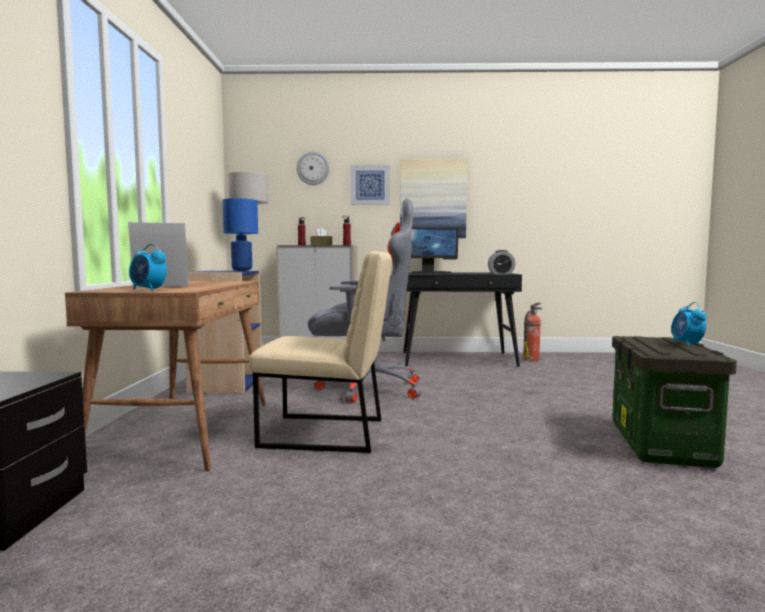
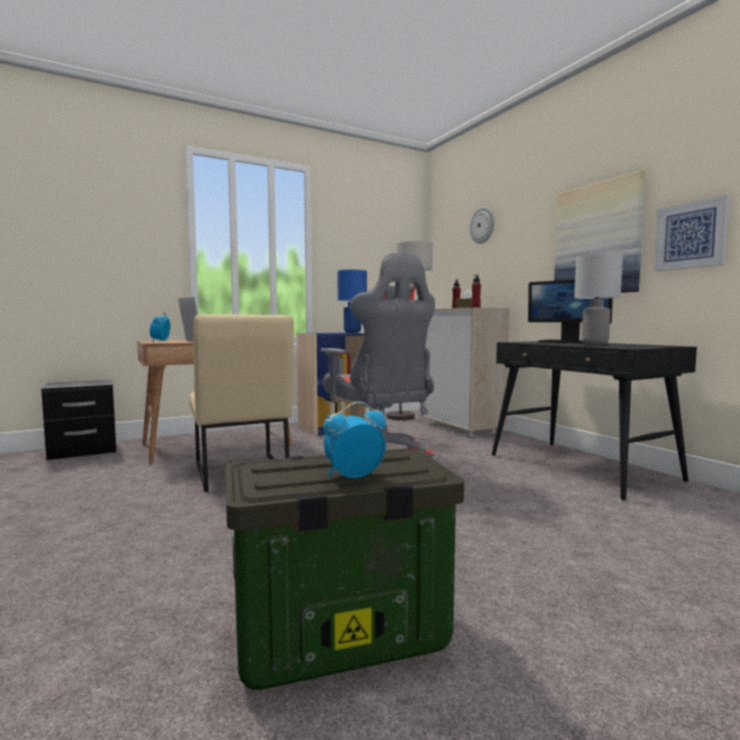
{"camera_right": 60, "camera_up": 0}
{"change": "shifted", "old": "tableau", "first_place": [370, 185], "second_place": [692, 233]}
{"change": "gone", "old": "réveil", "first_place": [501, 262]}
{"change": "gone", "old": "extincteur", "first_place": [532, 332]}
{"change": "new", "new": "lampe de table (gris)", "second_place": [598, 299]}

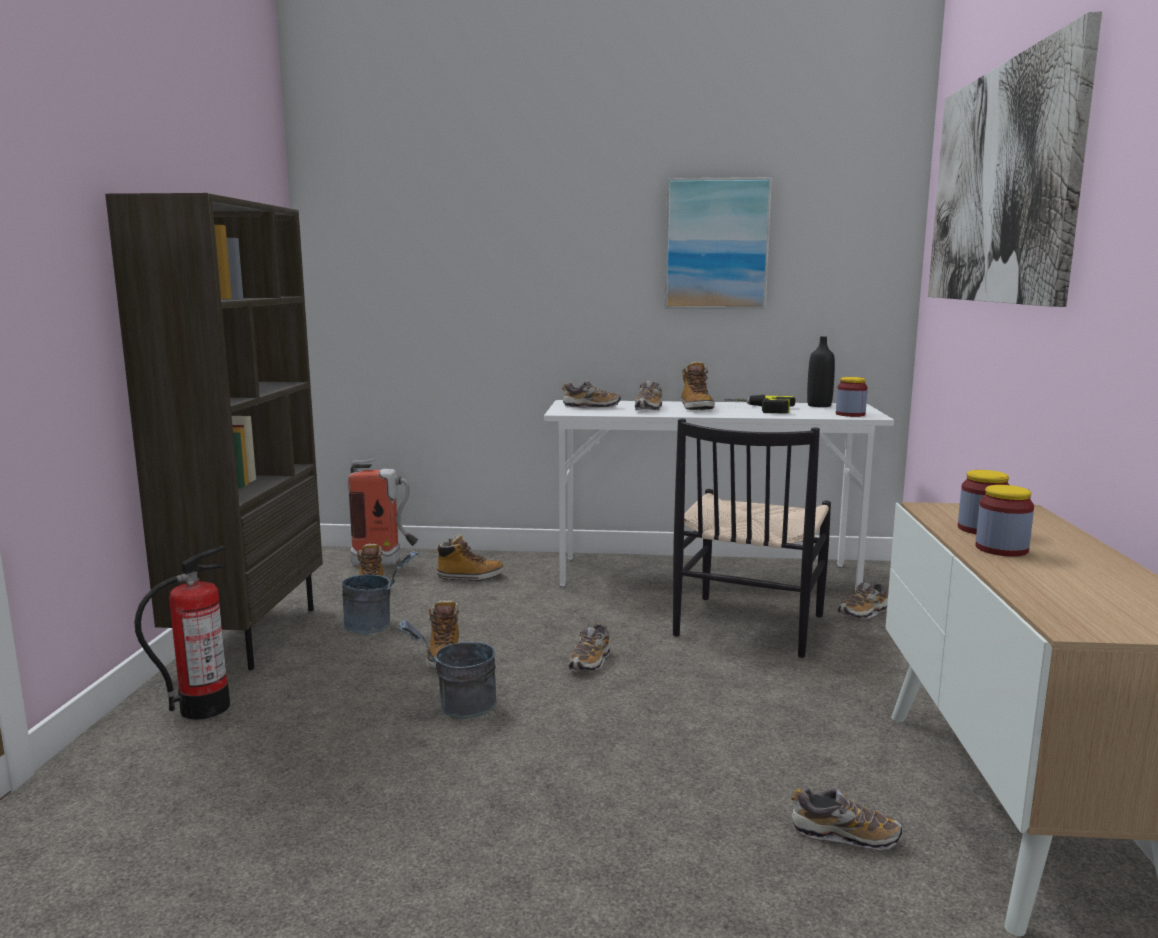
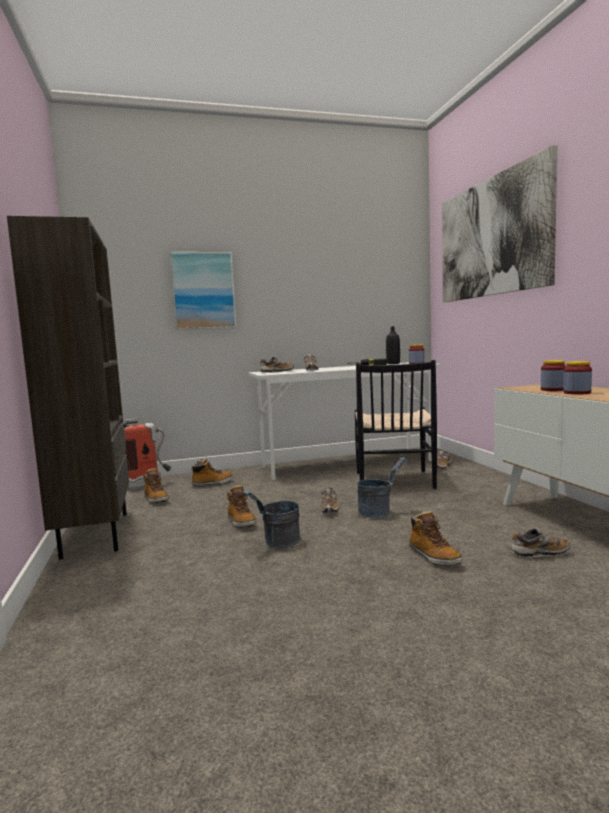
{"camera_right": -20, "camera_up": -5}
{"change": "shifted", "old": "tableau", "first_place": [718, 243], "second_place": [203, 291]}
{"change": "shifted", "old": "botte", "first_place": [698, 385], "second_place": [436, 538]}
{"change": "gone", "old": "extincteur", "first_place": [182, 632]}
{"change": "shifted", "old": "seau (gris)", "first_place": [380, 592], "second_place": [382, 487]}

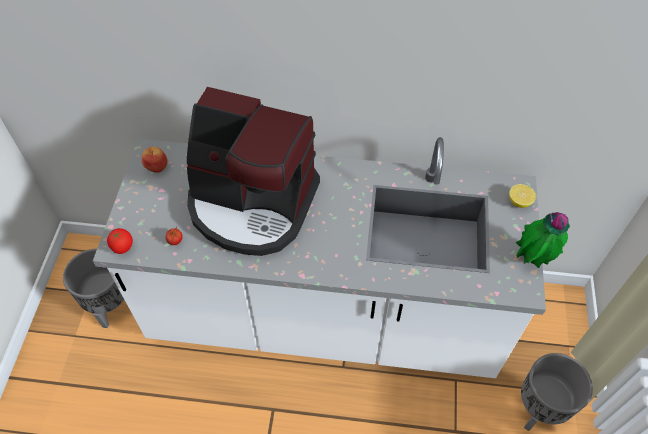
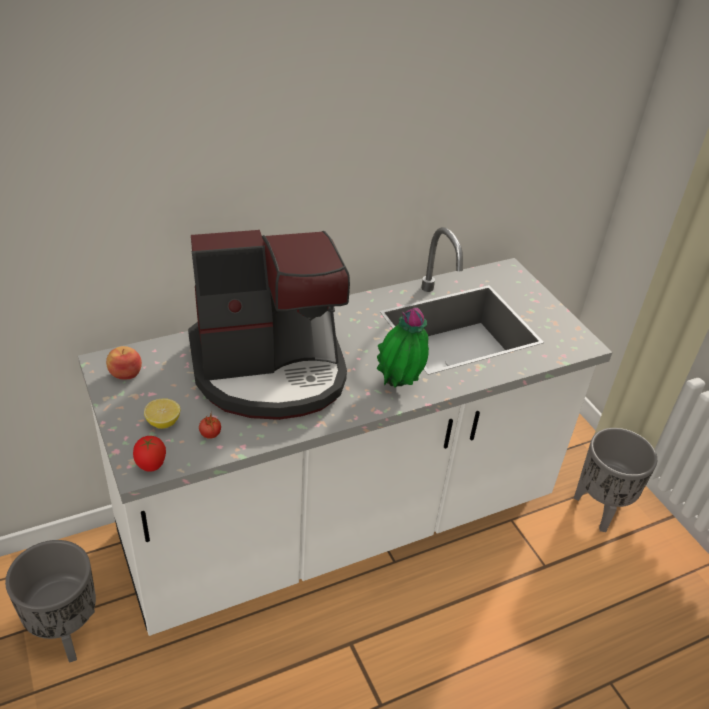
{"camera_right": -35, "camera_up": -15}
{"change": "shifted", "old": "citron", "first_place": [522, 196], "second_place": [162, 413]}
{"change": "shifted", "old": "plante en pot", "first_place": [543, 240], "second_place": [402, 347]}

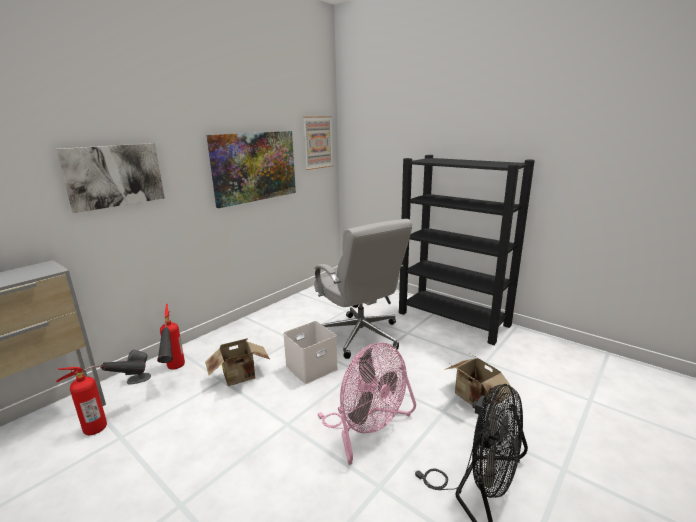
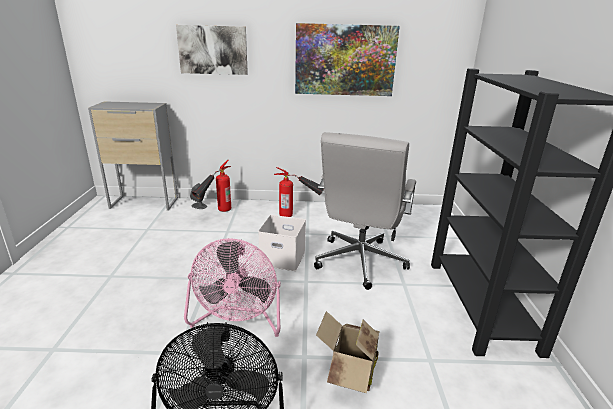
{"camera_right": 50, "camera_up": 5}
{"change": "gone", "old": "tableau", "first_place": [318, 143]}
{"change": "gone", "old": "carton", "first_place": [237, 362]}
{"change": "shifted", "old": "extincteur", "first_place": [100, 397], "second_place": [299, 192]}

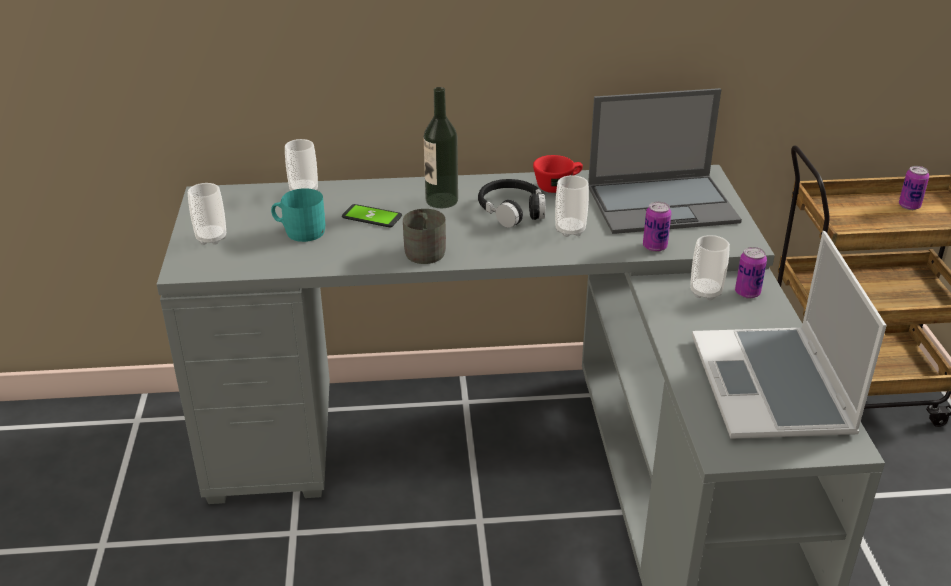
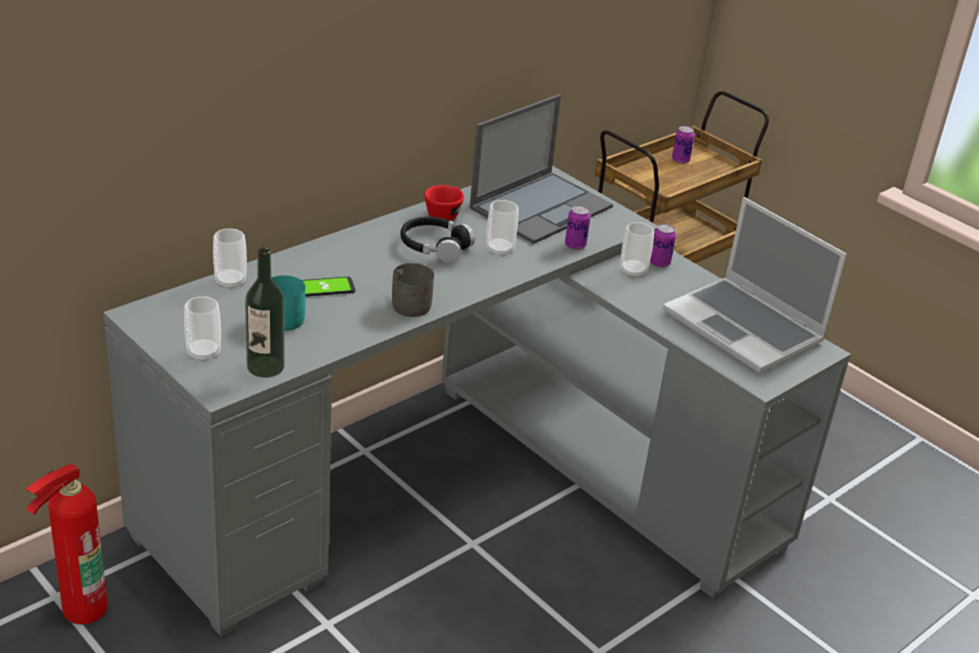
{"camera_right": -40, "camera_up": 0}
{"change": "shifted", "old": "bouteille", "first_place": [441, 147], "second_place": [265, 313]}
{"change": "new", "new": "extincteur", "second_place": [67, 544]}

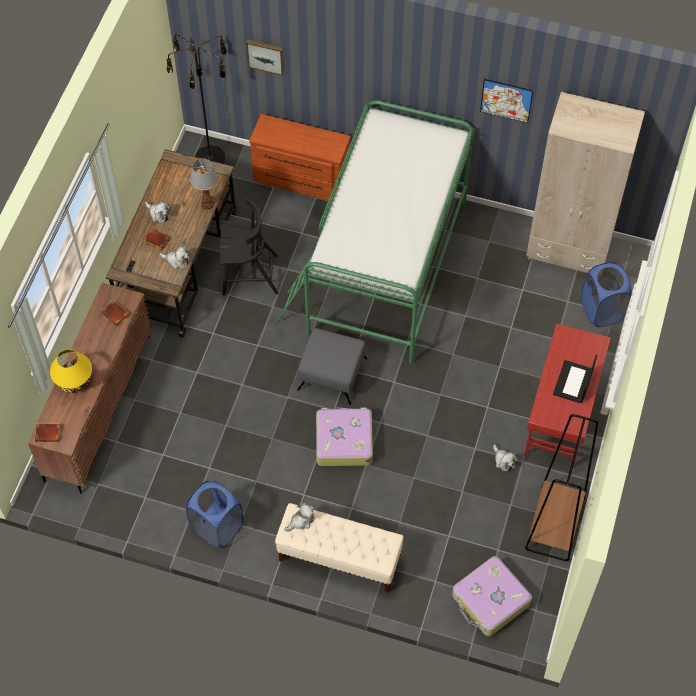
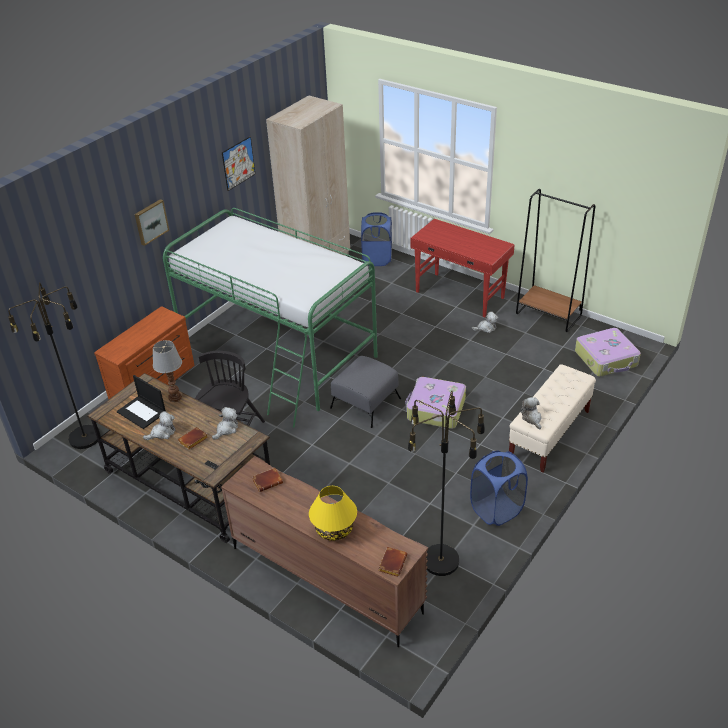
{"camera_right": -70, "camera_up": -20}
{"change": "shifted", "old": "tableau", "first_place": [265, 58], "second_place": [152, 222]}
{"change": "shifted", "old": "ordinateur portable", "first_place": [575, 379], "second_place": [141, 402]}
{"change": "new", "new": "lampadaire", "second_place": [446, 483]}

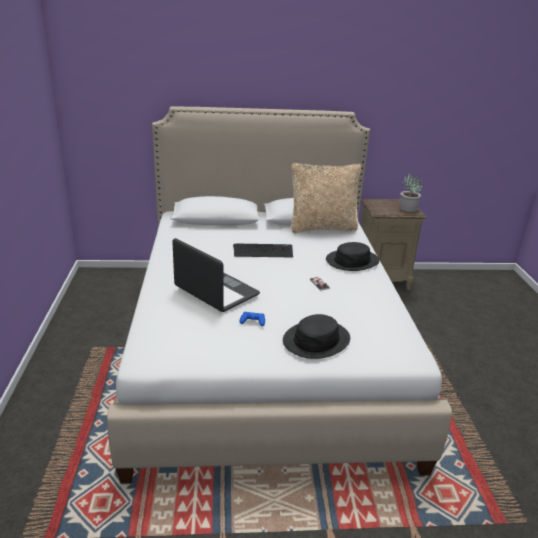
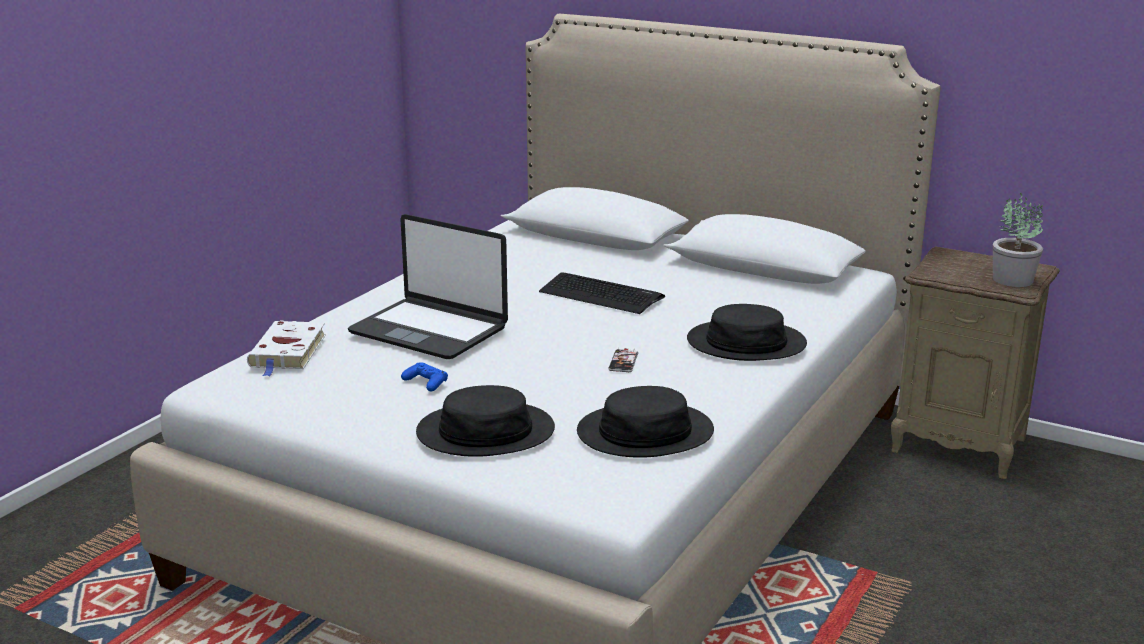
{"camera_right": 35, "camera_up": -5}
{"change": "gone", "old": "coussin (beige)", "first_place": [326, 198]}
{"change": "rotated", "old": "ordinateur portable", "first_place": [216, 275], "second_place": [428, 286], "degrees": 135}
{"change": "new", "new": "livre (blanc)", "second_place": [286, 348]}
{"change": "new", "new": "chapeau (noir)", "second_place": [645, 422]}

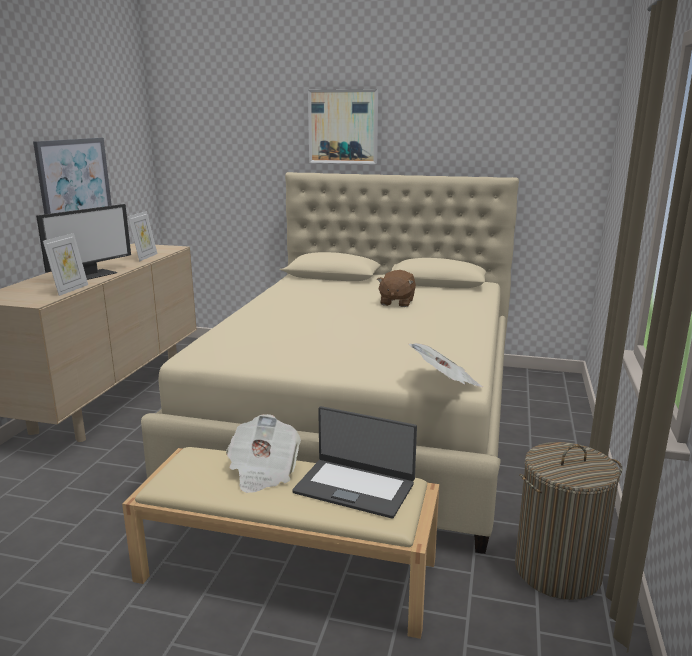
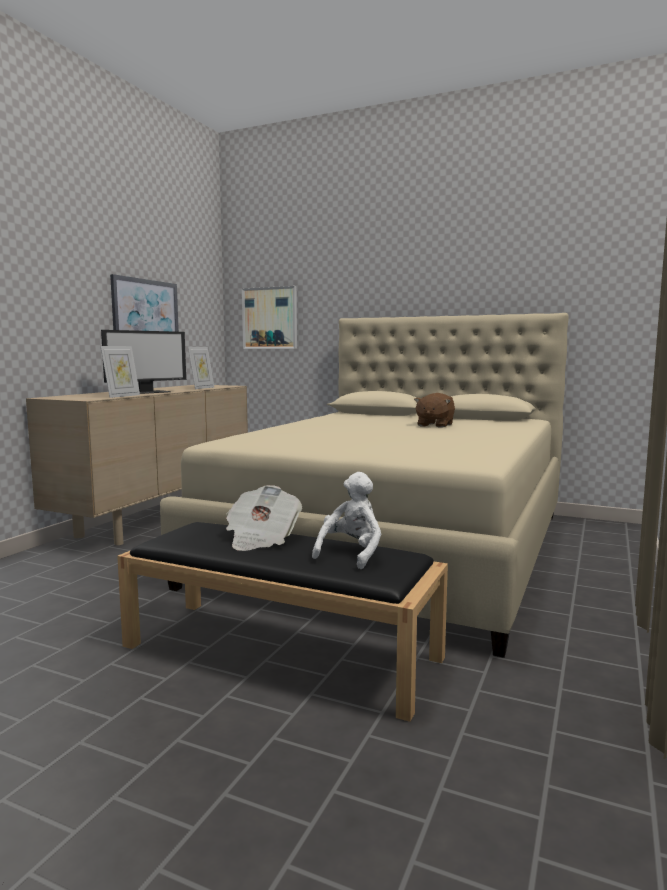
{"camera_right": 10, "camera_up": -10}
{"change": "shifted", "old": "tableau", "first_place": [343, 126], "second_place": [269, 317]}
{"change": "gone", "old": "journal", "first_place": [445, 365]}
{"change": "swapped", "old": "ordinateur portable", "new": "peluche (blanc)", "first_place": [354, 462], "second_place": [346, 520]}
{"change": "gone", "old": "panier à linge", "first_place": [568, 521]}
{"change": "repainted", "old": "banc (beige)", "new": "banc (noir)", "first_place": [280, 543], "second_place": [282, 622]}

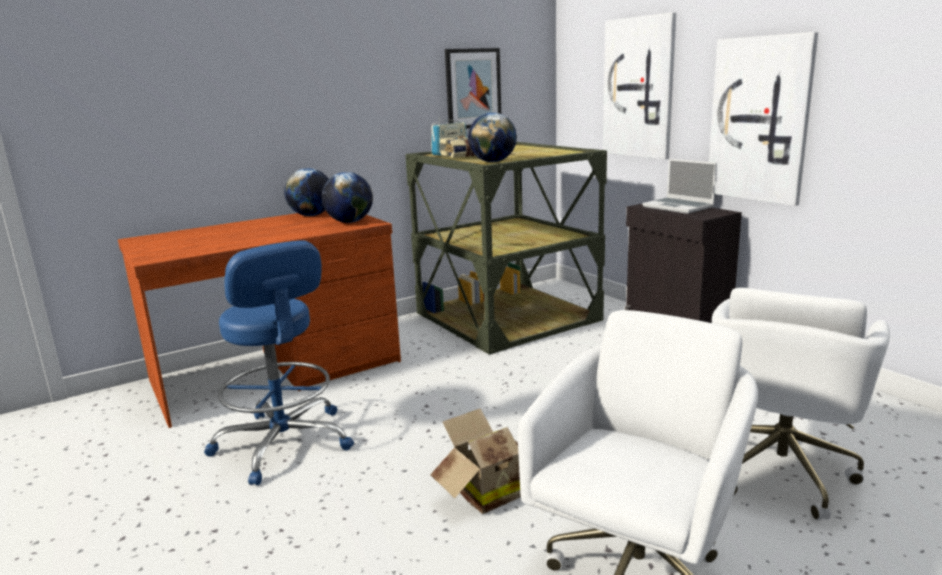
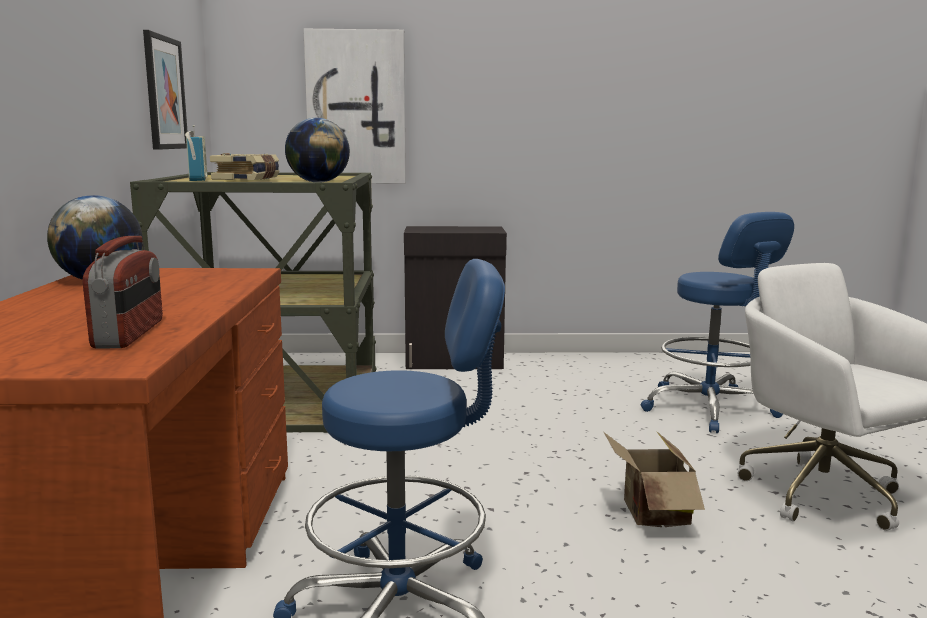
{"camera_right": -60, "camera_up": -5}
{"change": "gone", "old": "tableau", "first_place": [763, 119]}
{"change": "gone", "old": "ordinateur portable", "first_place": [679, 186]}
{"change": "gone", "old": "globe", "first_place": [347, 197]}
{"change": "swapped", "old": "chaise de bureau (blanc)", "new": "tabouret (bleu)", "first_place": [801, 404], "second_place": [717, 322]}
{"change": "new", "new": "radio", "second_place": [123, 292]}

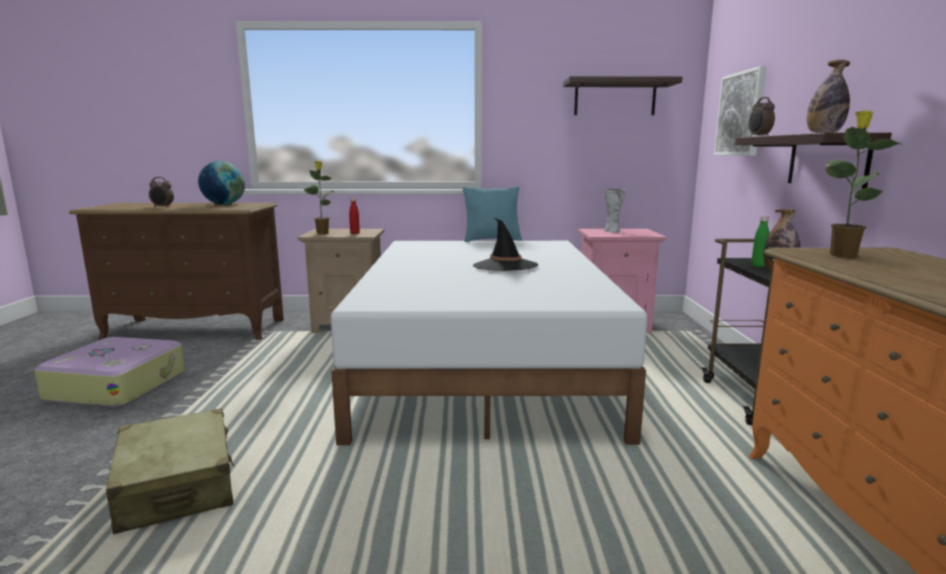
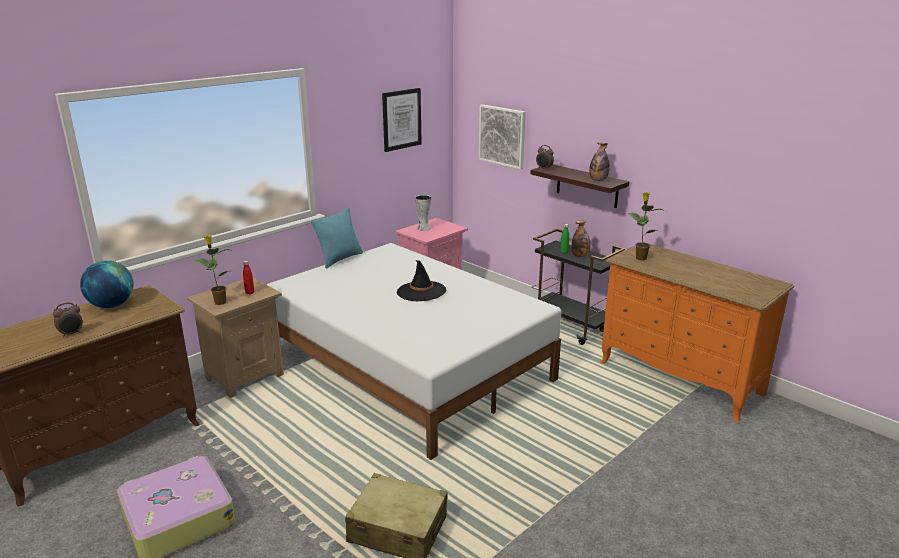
{"camera_right": -45, "camera_up": 10}
{"change": "swapped", "old": "étagère", "new": "tableau", "first_place": [622, 95], "second_place": [402, 120]}

